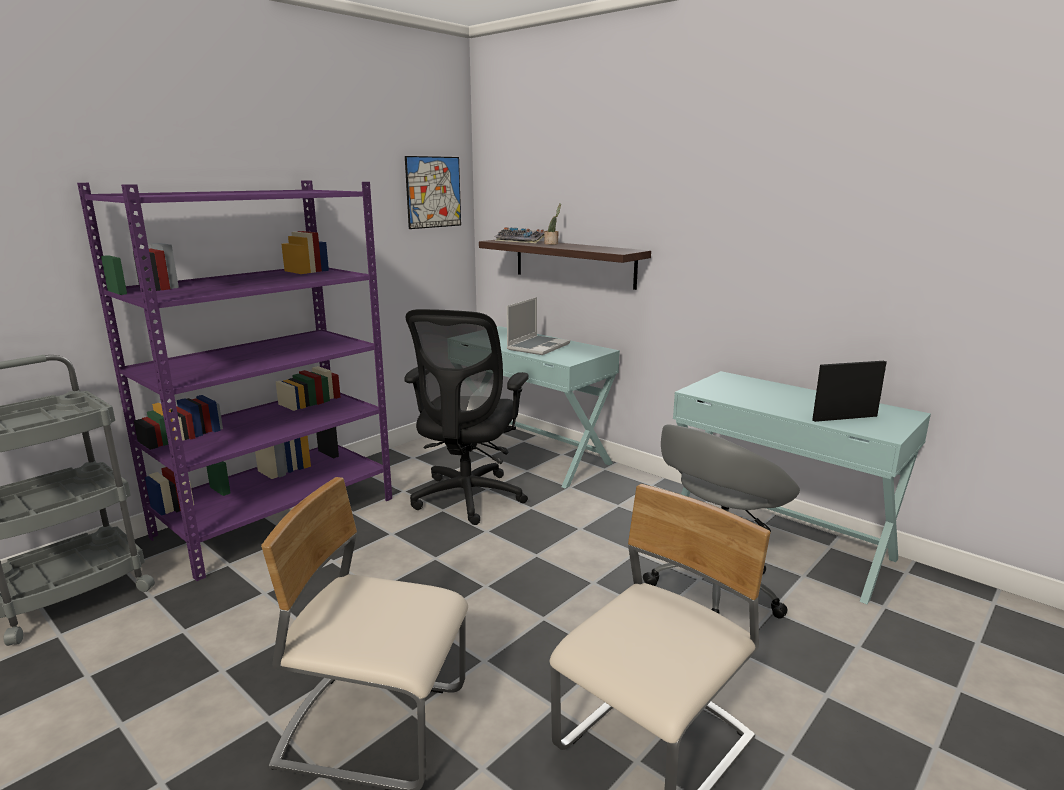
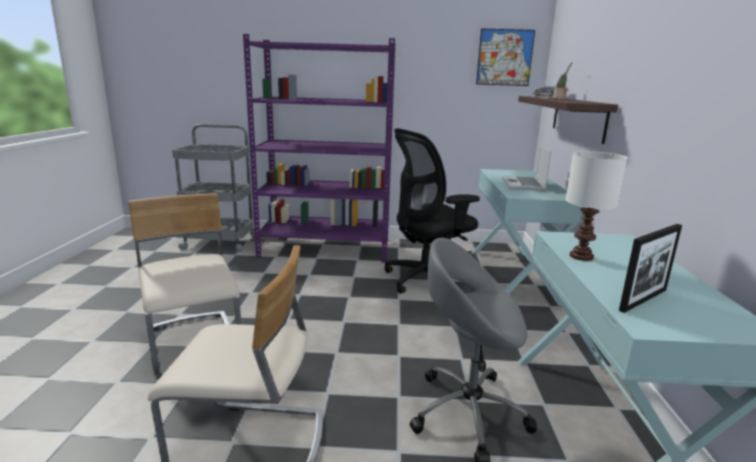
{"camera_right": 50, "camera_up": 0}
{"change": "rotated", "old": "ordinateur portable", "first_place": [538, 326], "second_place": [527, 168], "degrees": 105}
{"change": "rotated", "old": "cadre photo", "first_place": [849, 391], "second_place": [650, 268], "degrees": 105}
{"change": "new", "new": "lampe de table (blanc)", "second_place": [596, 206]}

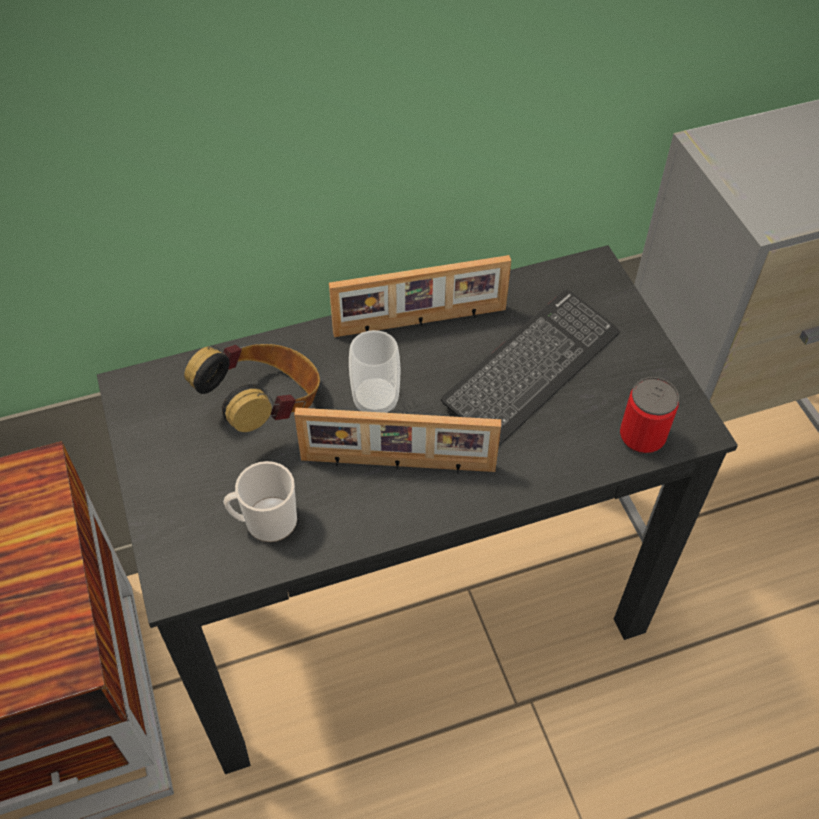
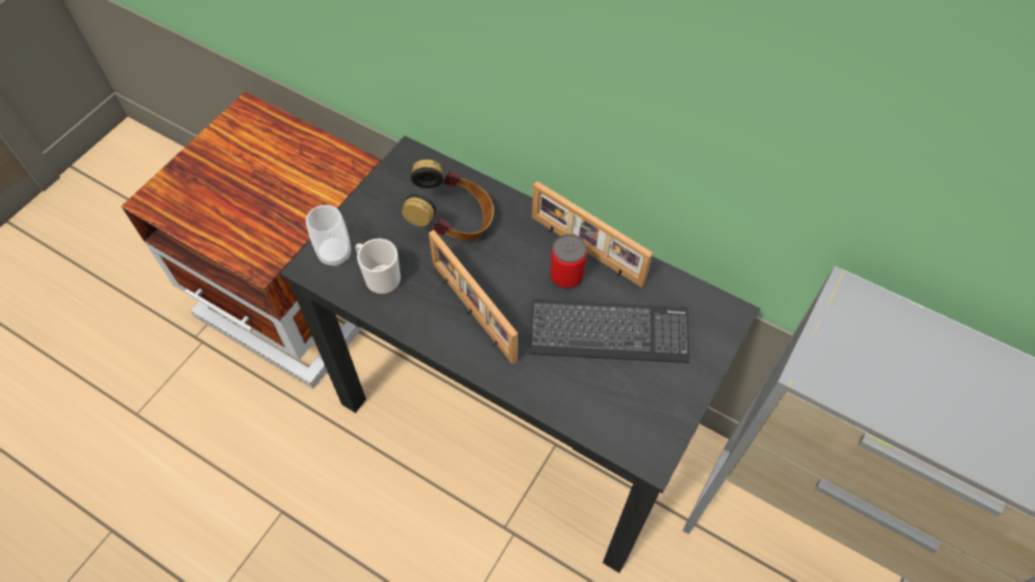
{"camera_right": 50, "camera_up": 5}
{"change": "shifted", "old": "tasse", "first_place": [374, 371], "second_place": [328, 236]}
{"change": "shifted", "old": "boîte métallique", "first_place": [649, 415], "second_place": [568, 261]}

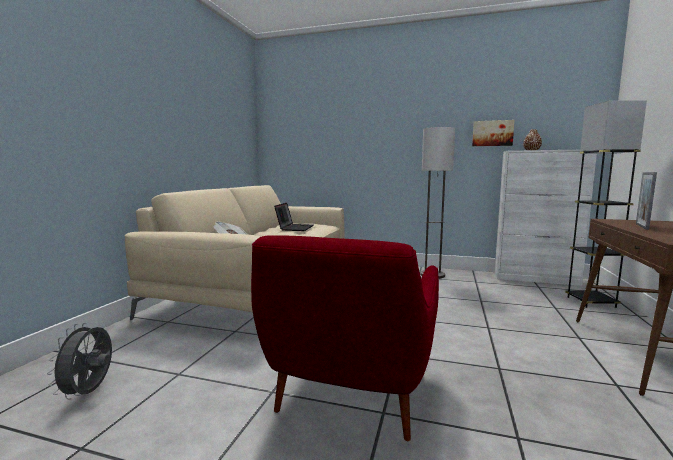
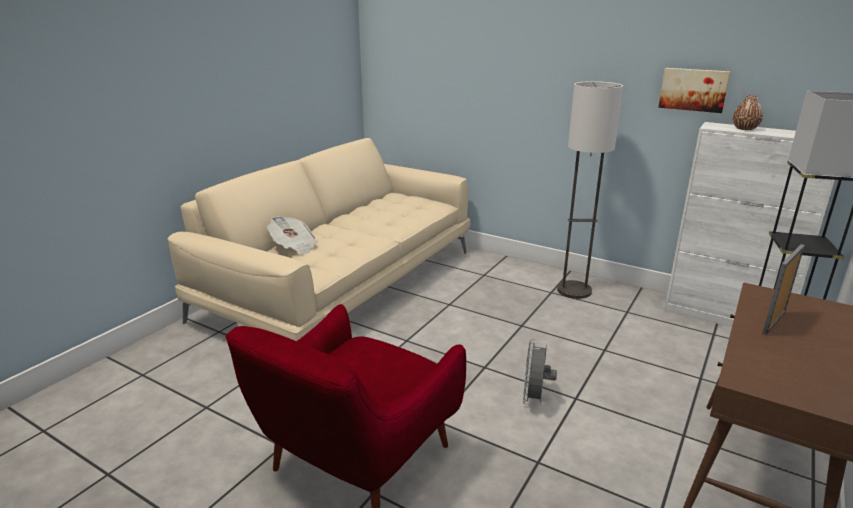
{"camera_right": 15, "camera_up": 15}
{"change": "gone", "old": "ordinateur portable", "first_place": [294, 217]}
{"change": "shifted", "old": "ventilateur (gris)", "first_place": [79, 361], "second_place": [540, 372]}

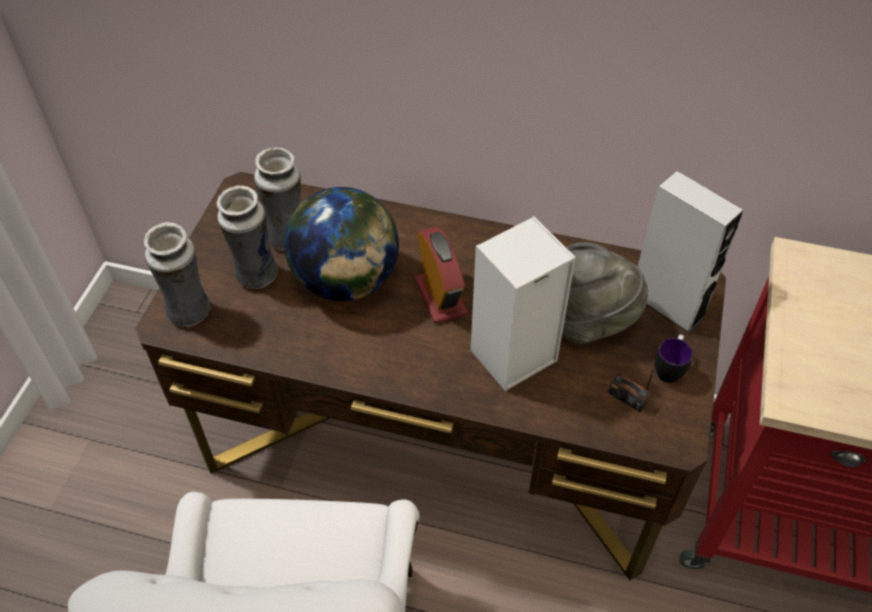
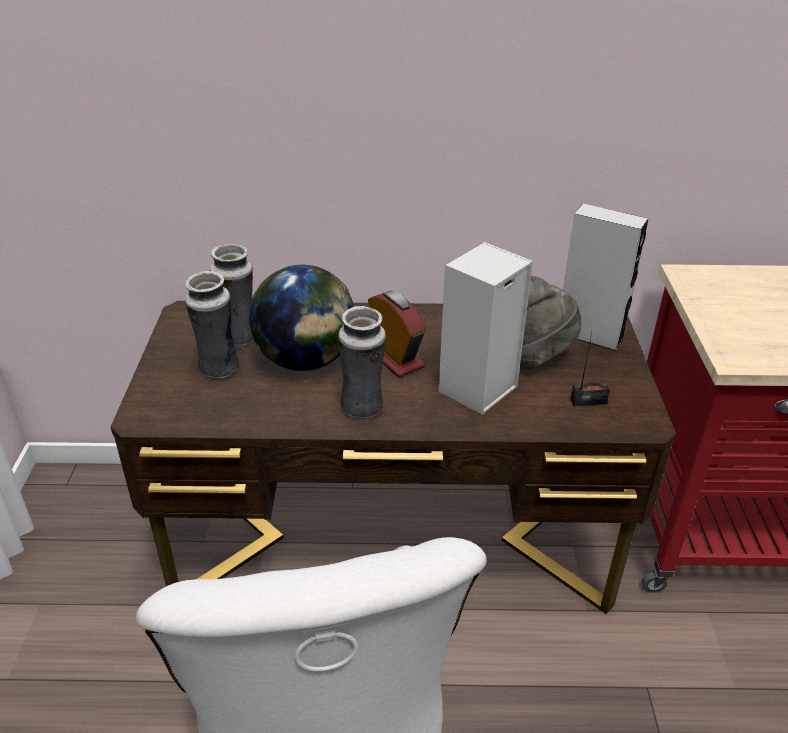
{"camera_right": -15, "camera_up": -15}
{"change": "shifted", "old": "vase", "first_place": [177, 274], "second_place": [362, 363]}
{"change": "gone", "old": "mug", "first_place": [674, 358]}
{"change": "rotated", "old": "radio", "first_place": [635, 377], "second_place": [590, 369], "degrees": 150}

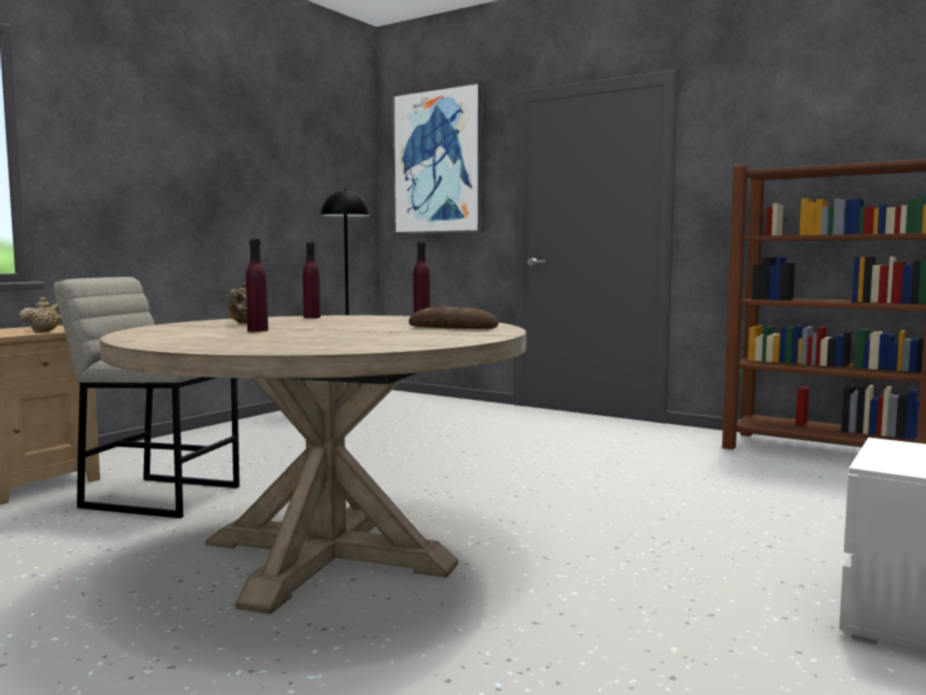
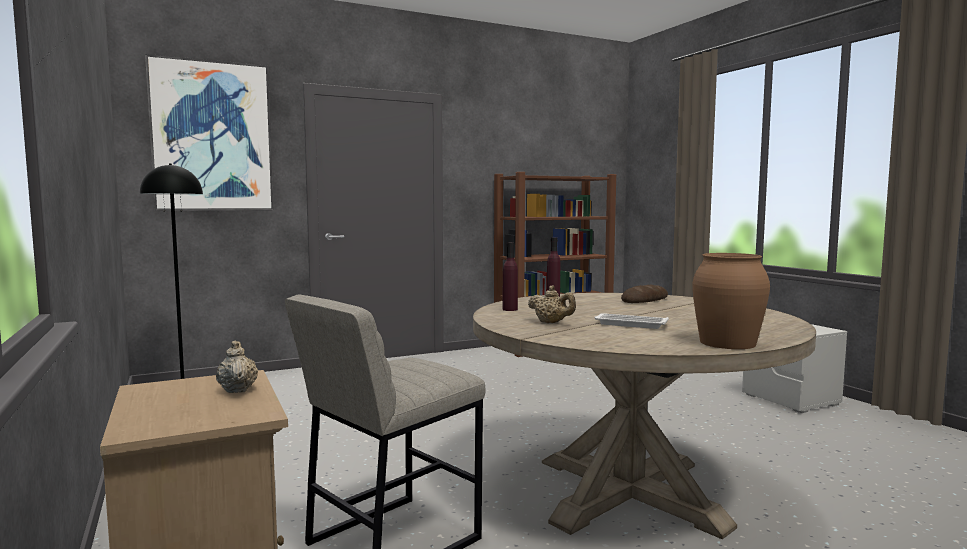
{"camera_right": -60, "camera_up": 0}
{"change": "swapped", "old": "bouteille (violet)", "new": "plateau (blanc)", "first_place": [257, 285], "second_place": [631, 321]}
{"change": "new", "new": "vase (marron)", "second_place": [731, 301]}

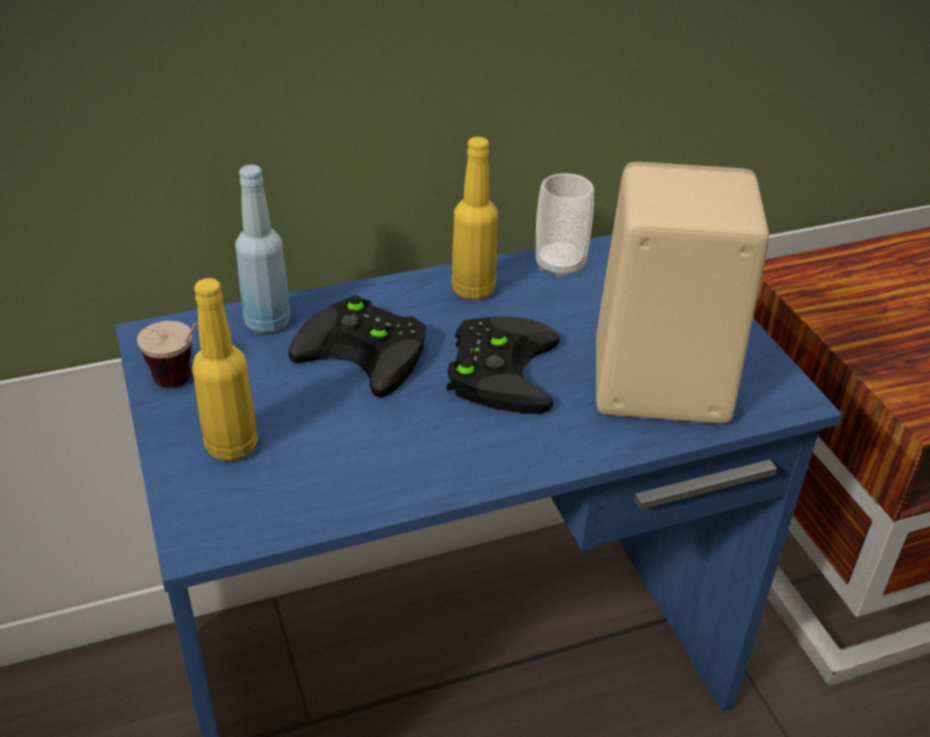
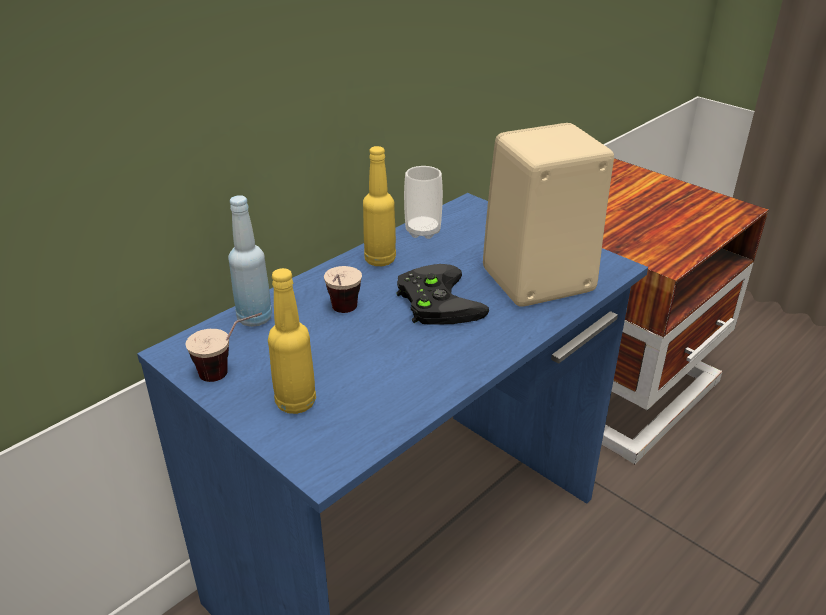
{"camera_right": -25, "camera_up": -5}
{"change": "swapped", "old": "manette (noir)", "new": "tasse", "first_place": [357, 346], "second_place": [343, 289]}

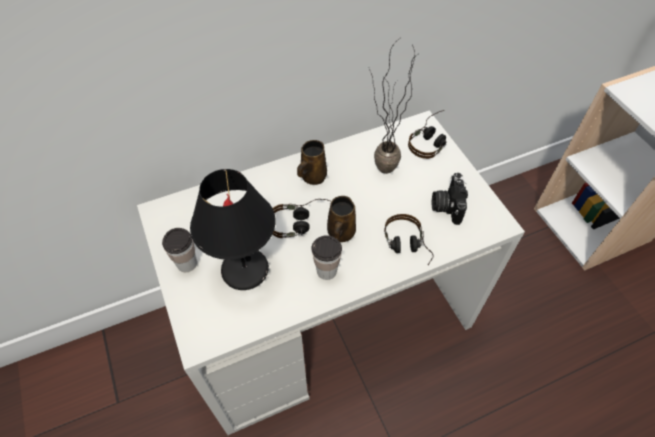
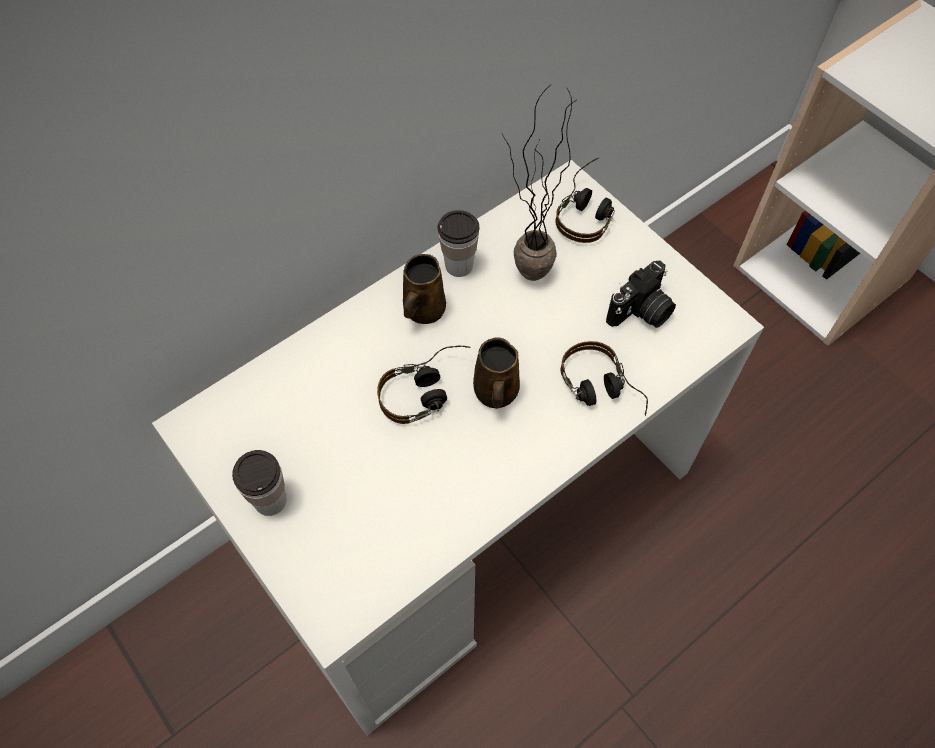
{"camera_right": -15, "camera_up": 5}
{"change": "gone", "old": "lampe de table (noir)", "first_place": [232, 229]}
{"change": "rotated", "old": "appareil photo", "first_place": [450, 199], "second_place": [641, 294], "degrees": -120}
{"change": "shifted", "old": "tasse", "first_place": [326, 257], "second_place": [458, 243]}

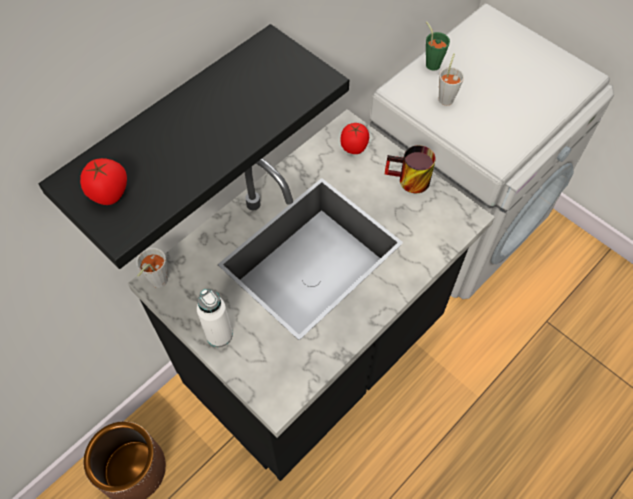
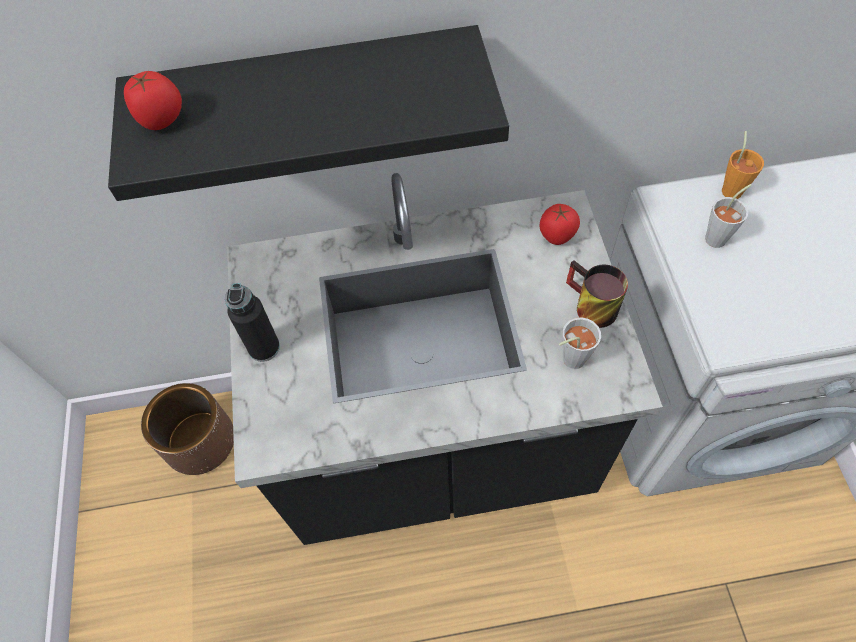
{"camera_right": 40, "camera_up": 0}
{"change": "repainted", "old": "tasse (vert)", "new": "tasse (orange)", "first_place": [438, 45], "second_place": [743, 165]}
{"change": "shifted", "old": "tasse (gris)", "first_place": [152, 268], "second_place": [580, 343]}
{"change": "repainted", "old": "bouteille (blanc)", "new": "bouteille (noir)", "first_place": [215, 318], "second_place": [252, 322]}

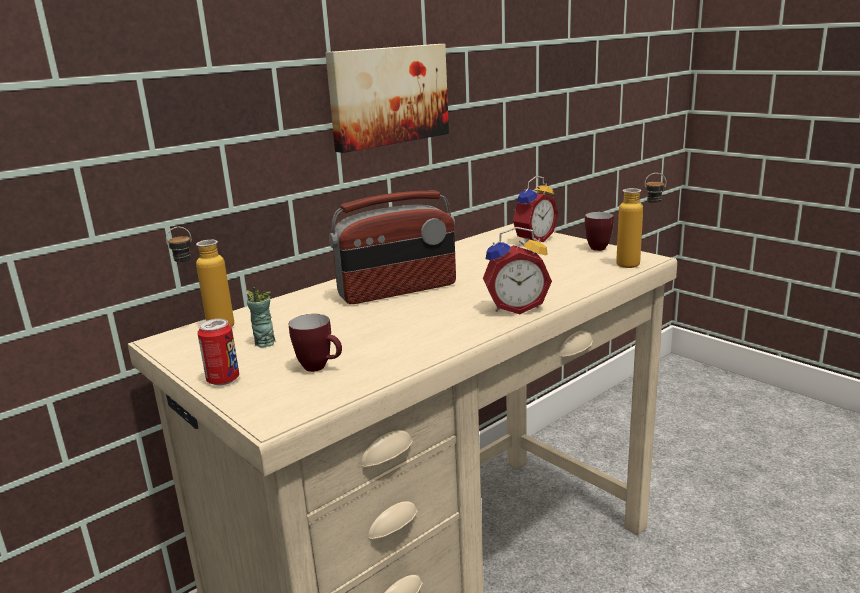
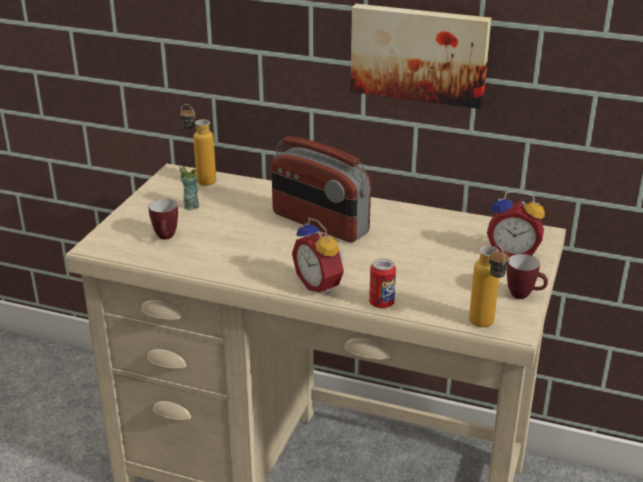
{"camera_right": 60, "camera_up": 10}
{"change": "shifted", "old": "boîte métallique", "first_place": [218, 352], "second_place": [382, 283]}

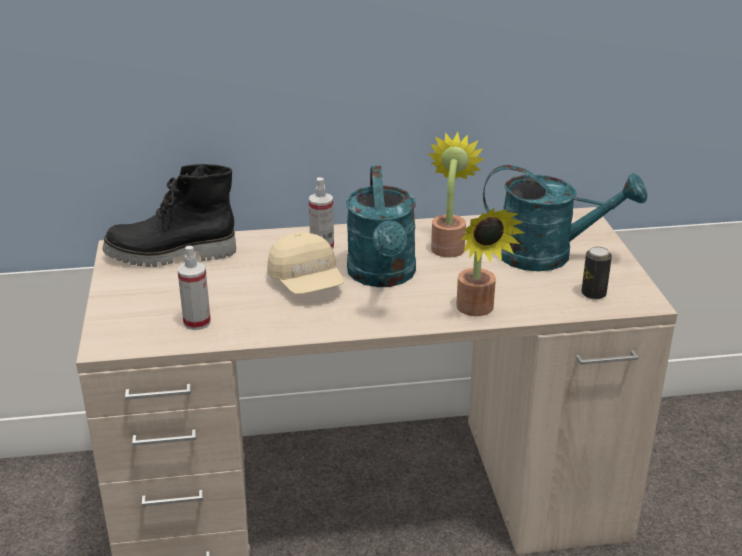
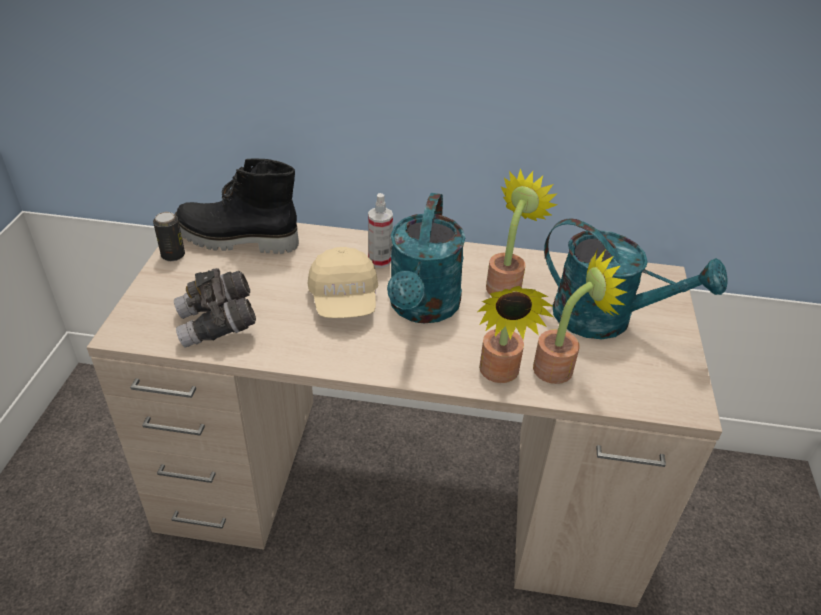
{"camera_right": 15, "camera_up": 10}
{"change": "swapped", "old": "vaporisateur", "new": "jumelles (gris)", "first_place": [194, 288], "second_place": [215, 308]}
{"change": "shifted", "old": "boîte métallique", "first_place": [596, 273], "second_place": [169, 236]}
{"change": "new", "new": "plante en pot", "second_place": [580, 315]}

